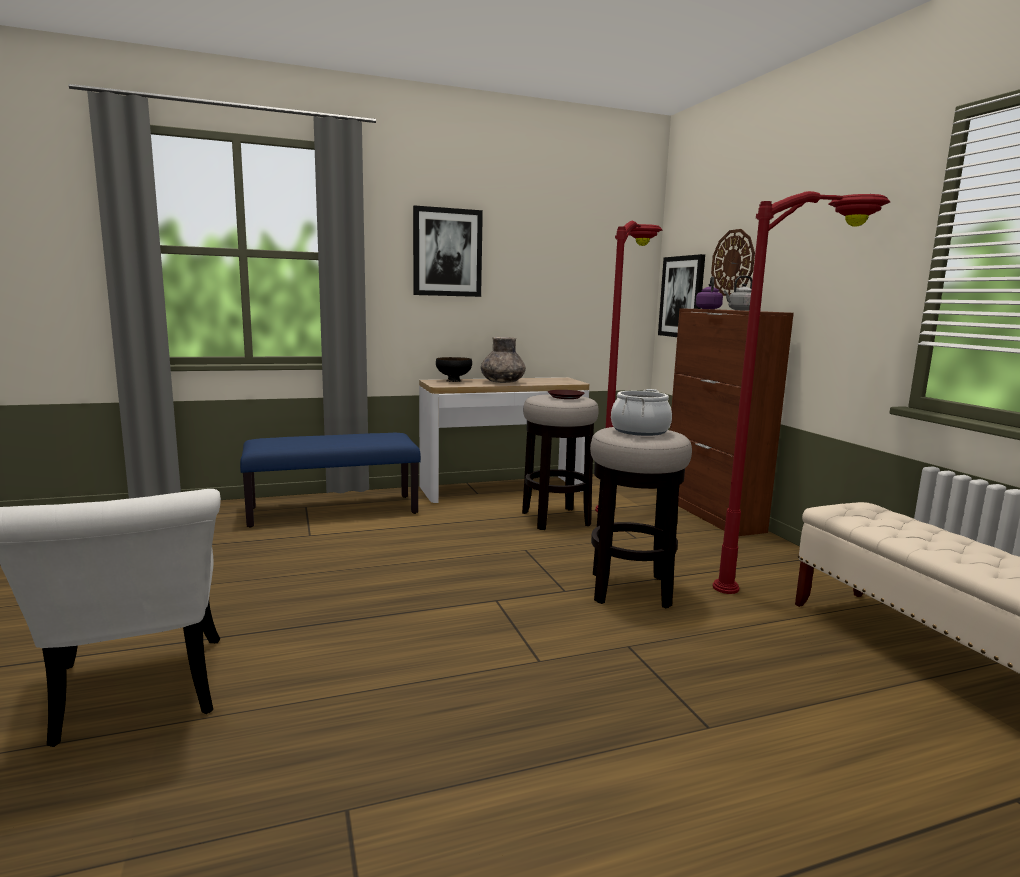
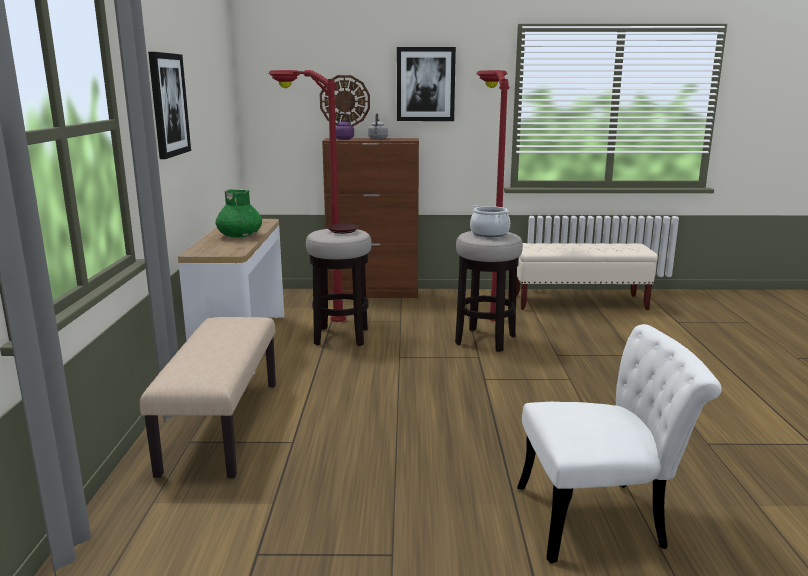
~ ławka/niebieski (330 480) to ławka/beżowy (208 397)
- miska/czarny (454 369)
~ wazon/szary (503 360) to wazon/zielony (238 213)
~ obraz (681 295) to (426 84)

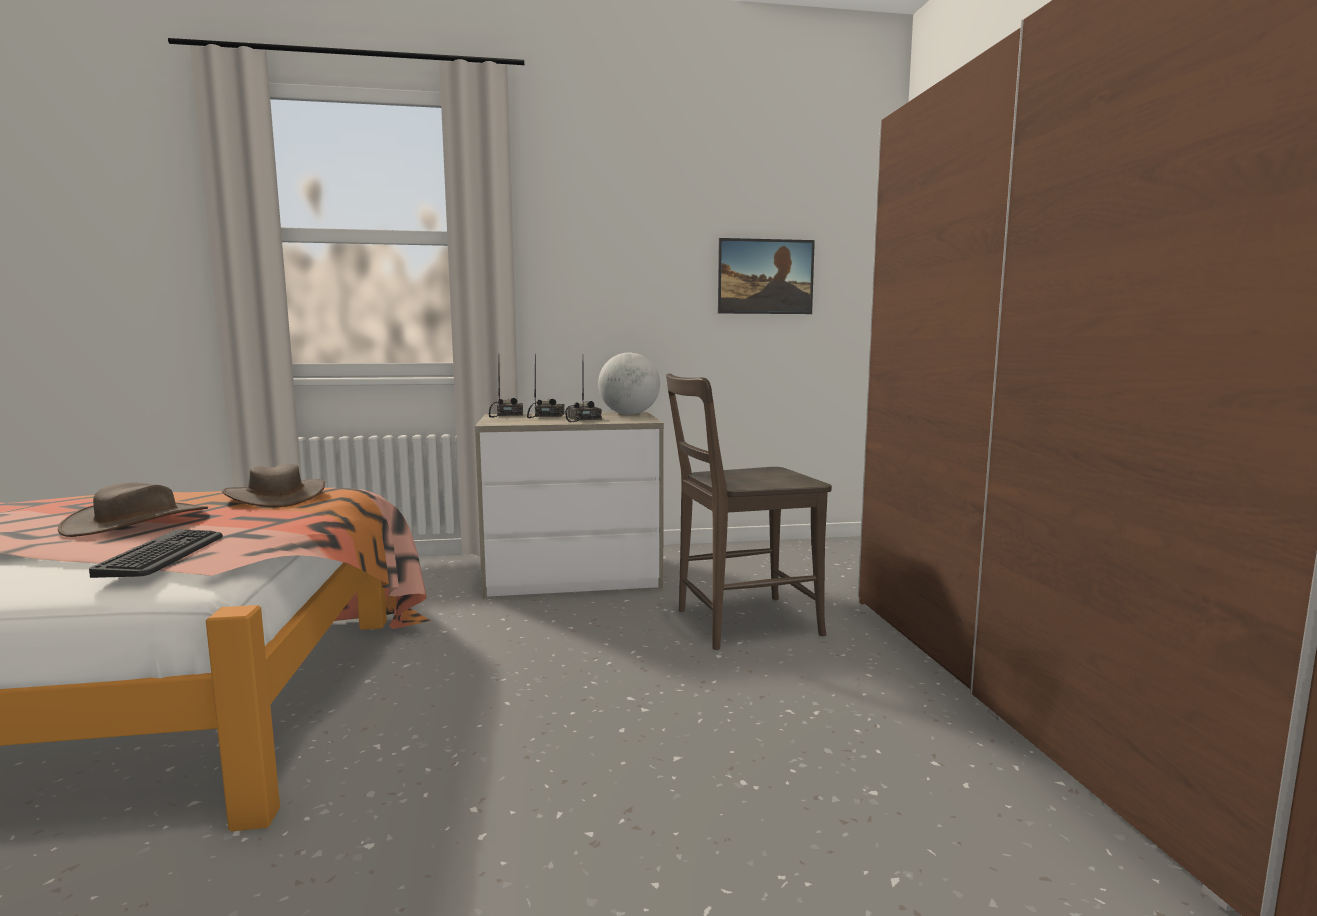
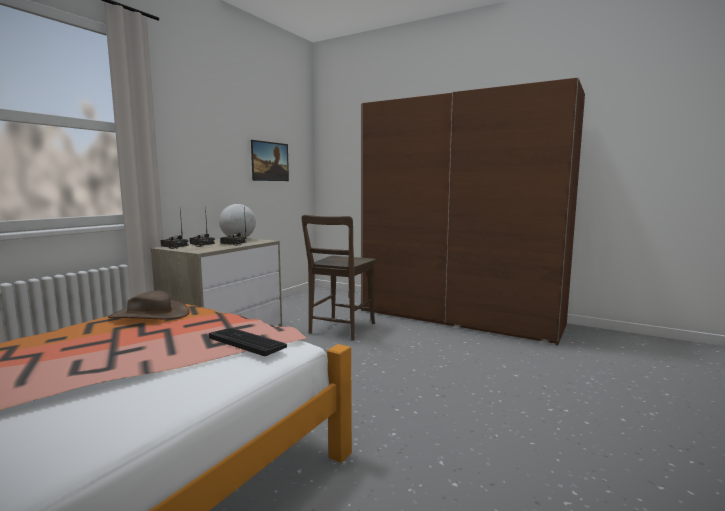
- kapelusz/brązowy (133 509)

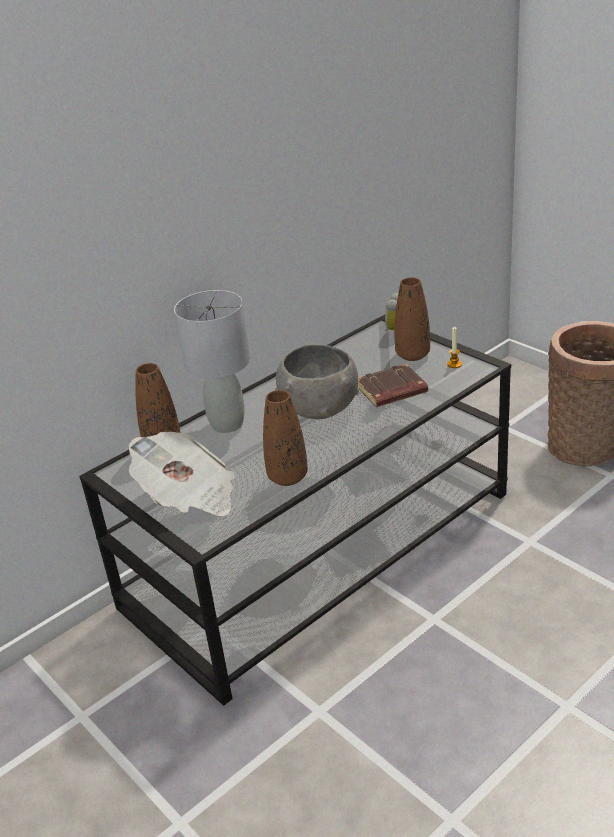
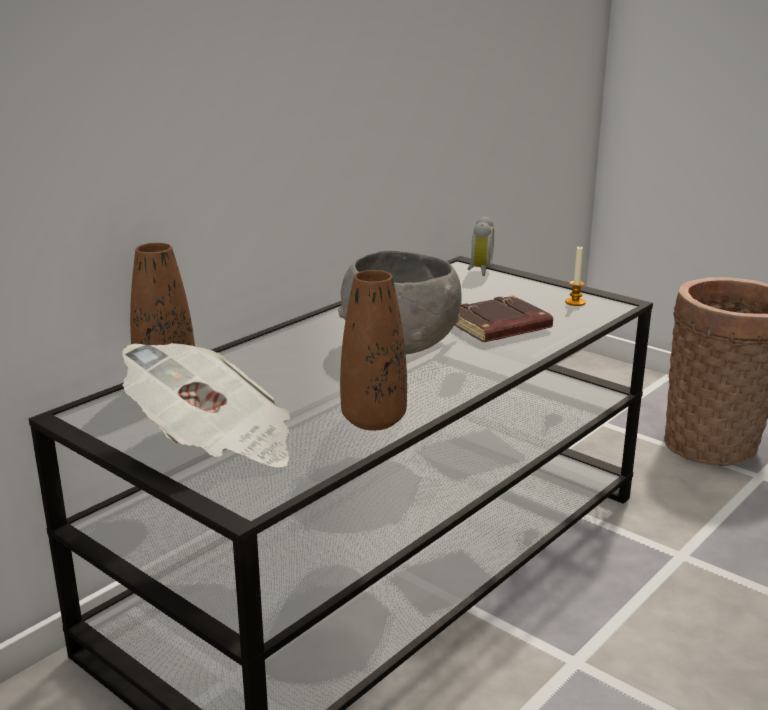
- lampa stołowa/szary (212 361)
- wazon/brązowy (412 319)

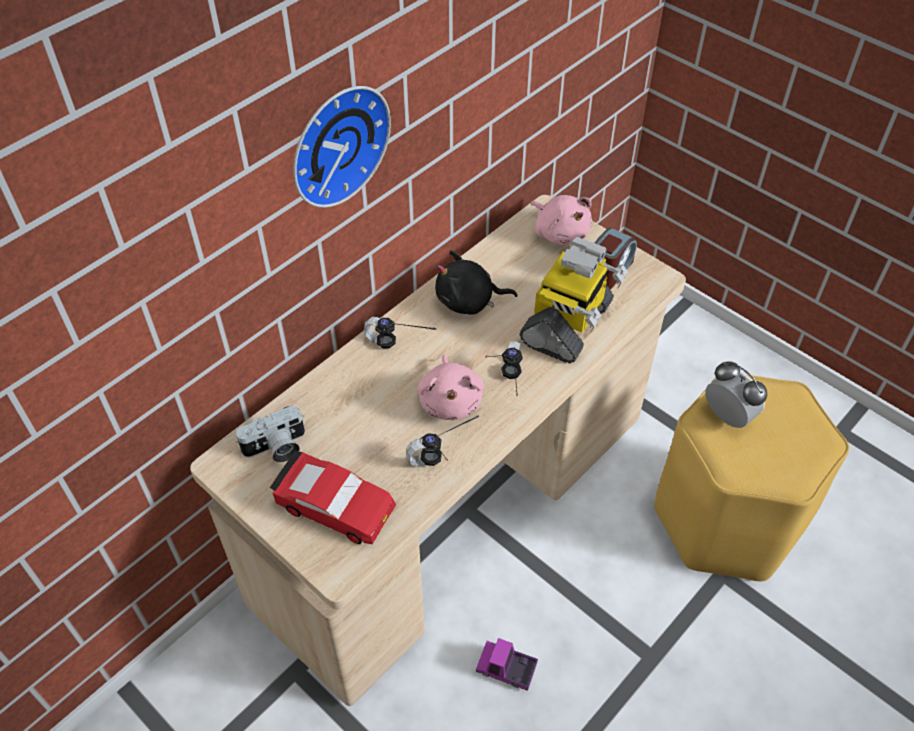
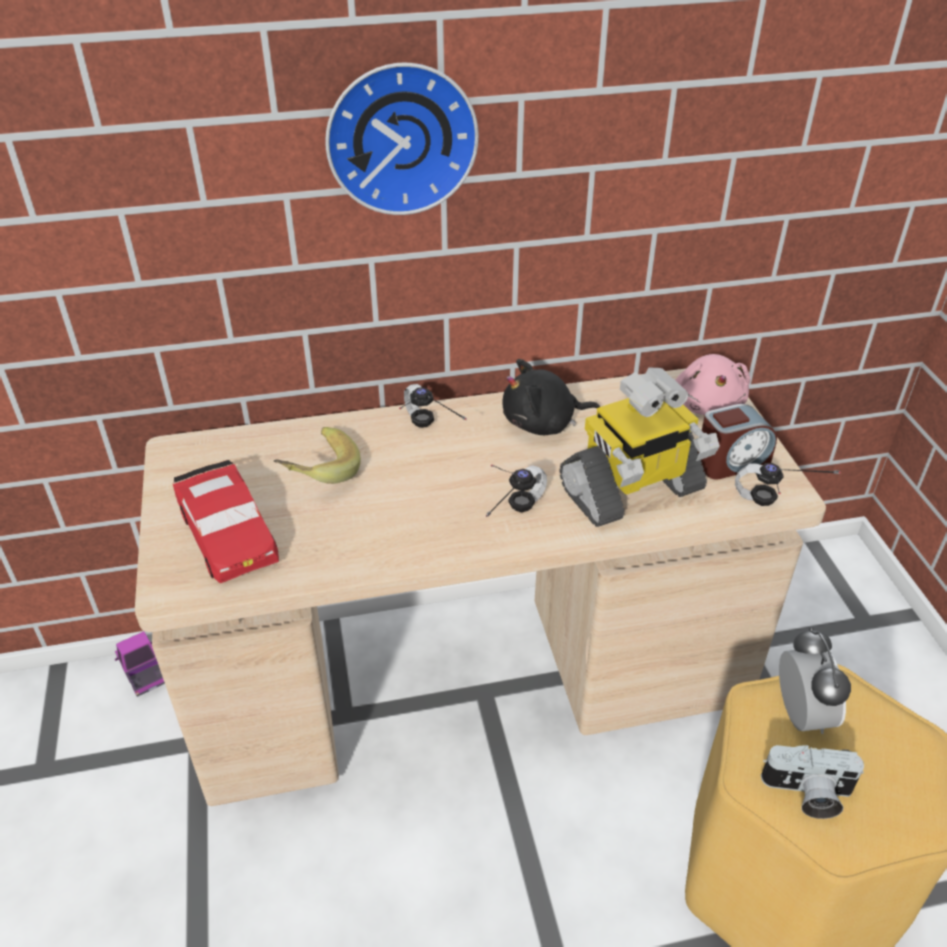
~ aparat fotograficzny (270 433) to (812 782)
~ słuchawki (442 440) to (788 484)
- pluszak/różowy (450 387)
~ pluszak/czarny (476 282) = (551 397) 45 degrees counterclockwise
~ ciężarówka zabawkowa (507 664) to (140 664)
+ banan (317 455)

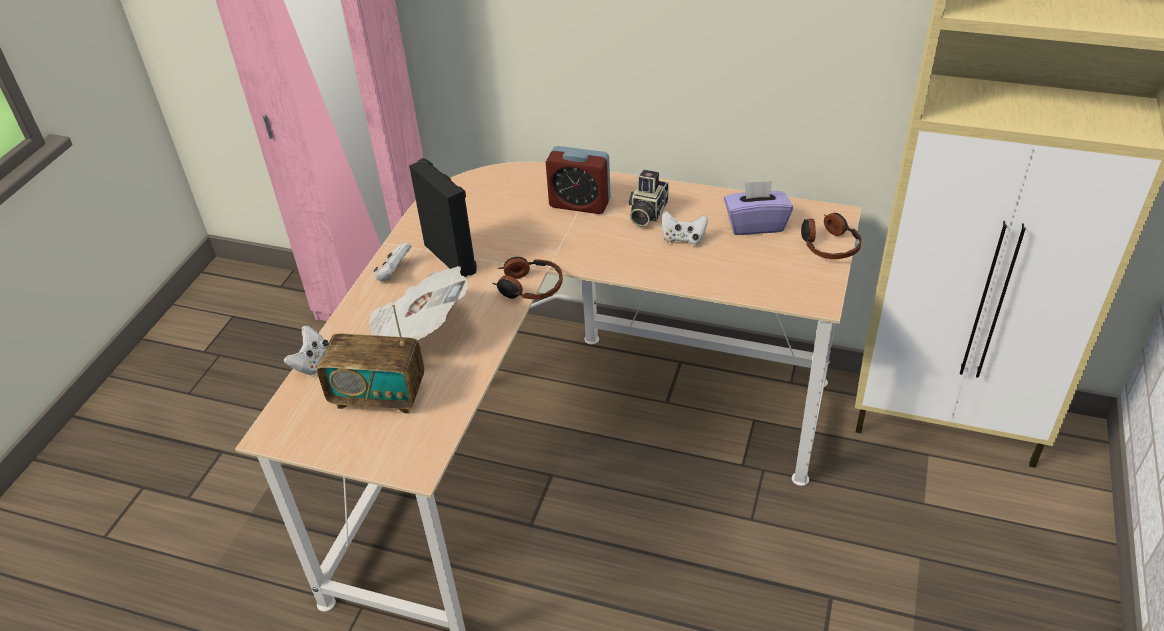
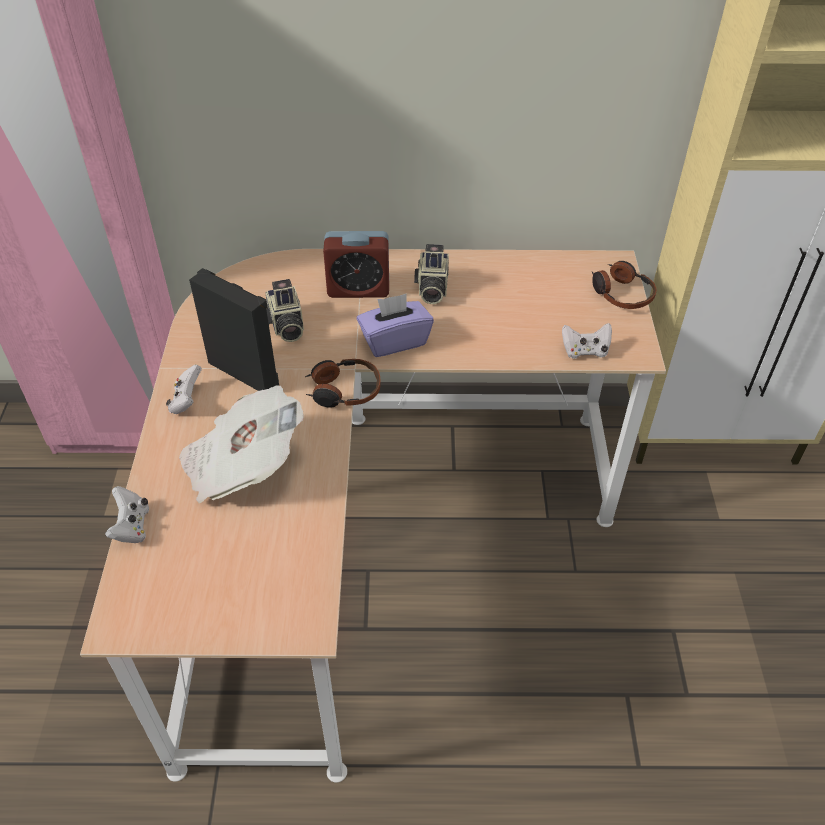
- radio (371 359)
~ pad do gier/biały (685 228) to (587 341)
~ pudełko chusteczek/fioletowy (758 208) to (395 325)
+ aparat fotograficzny (284 310)

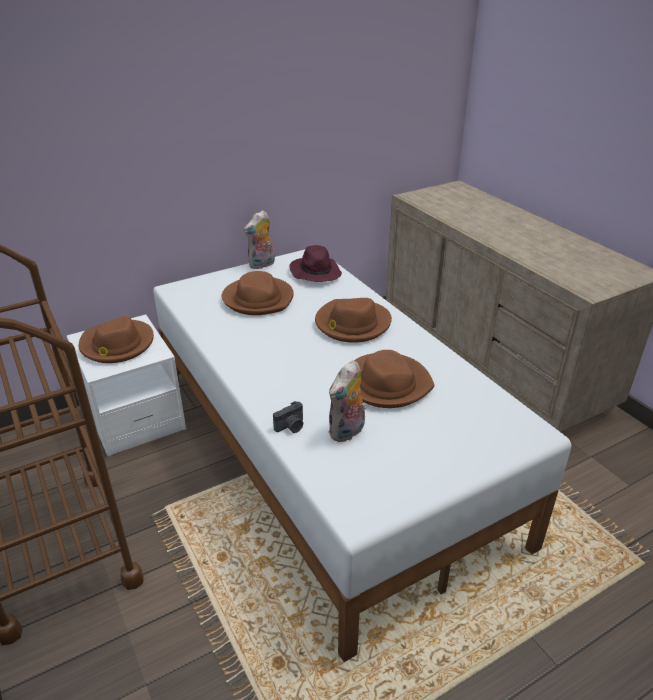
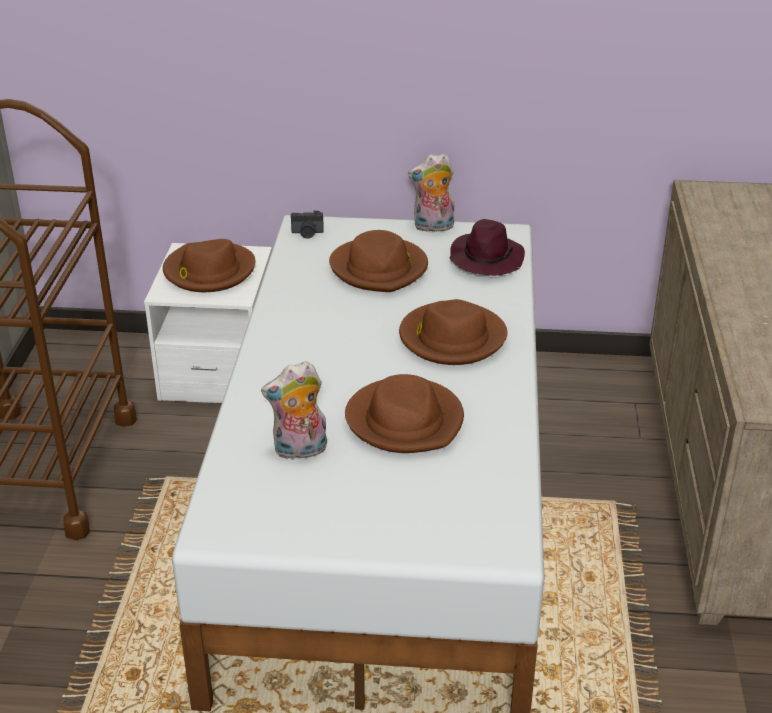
~ aparat fotograficzny (288 417) to (307 225)

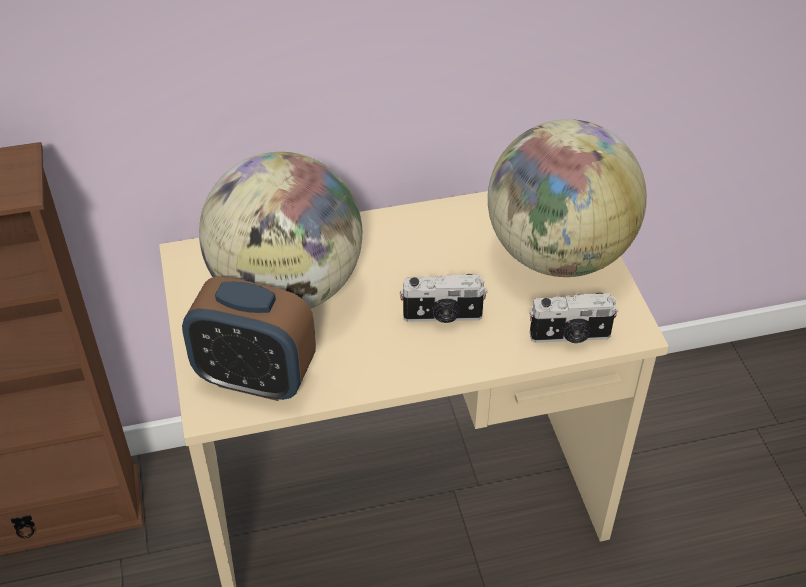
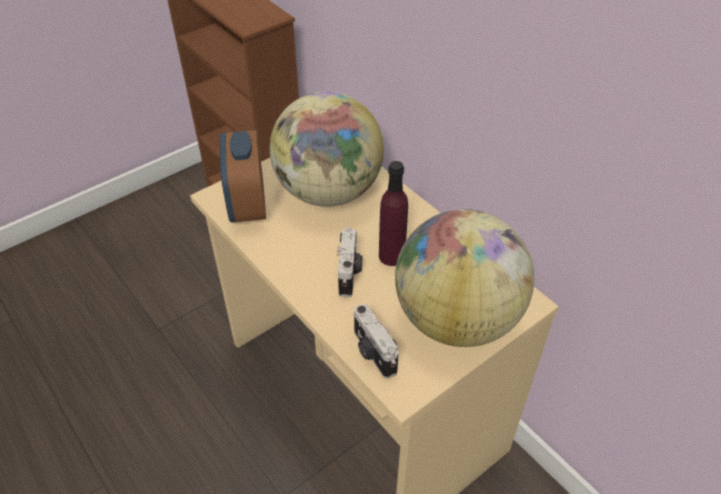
~ aparat fotograficzny (443 298) = (349 262) 150 degrees counterclockwise
+ butelka/fioletowy (393 213)

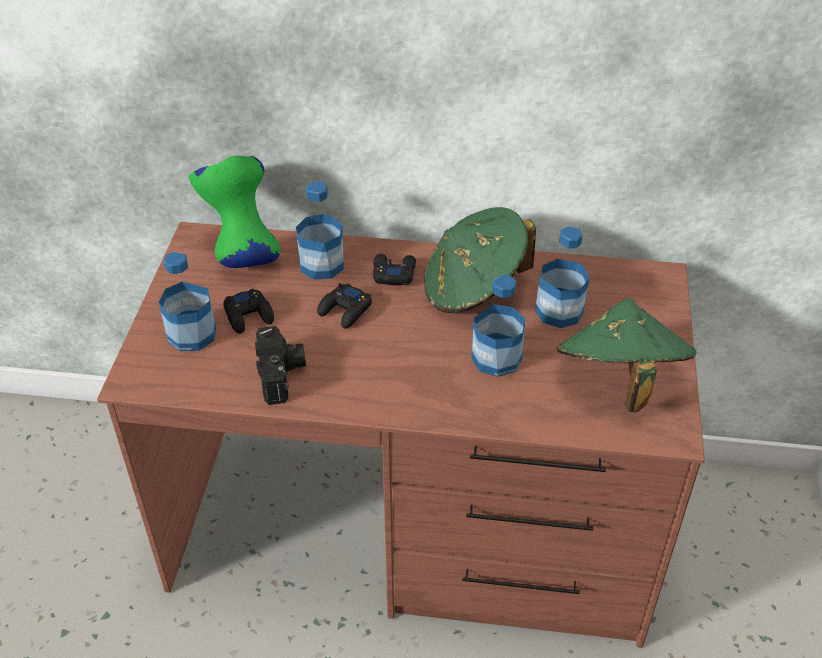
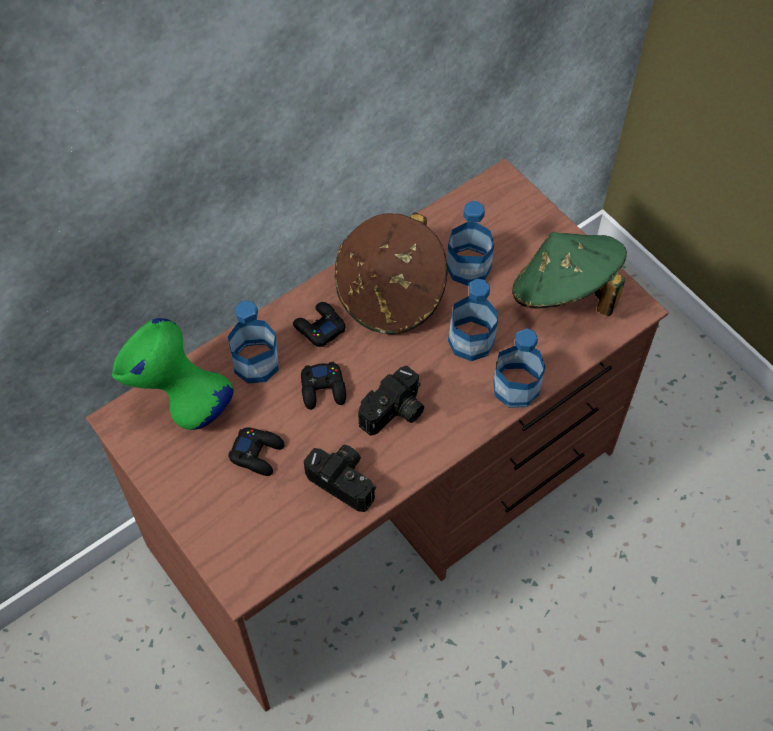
~ butelka (187 301) to (519 368)
~ kapelusz/zielony (480 260) to kapelusz/brązowy (391 273)
+ aparat fotograficzny (391 400)

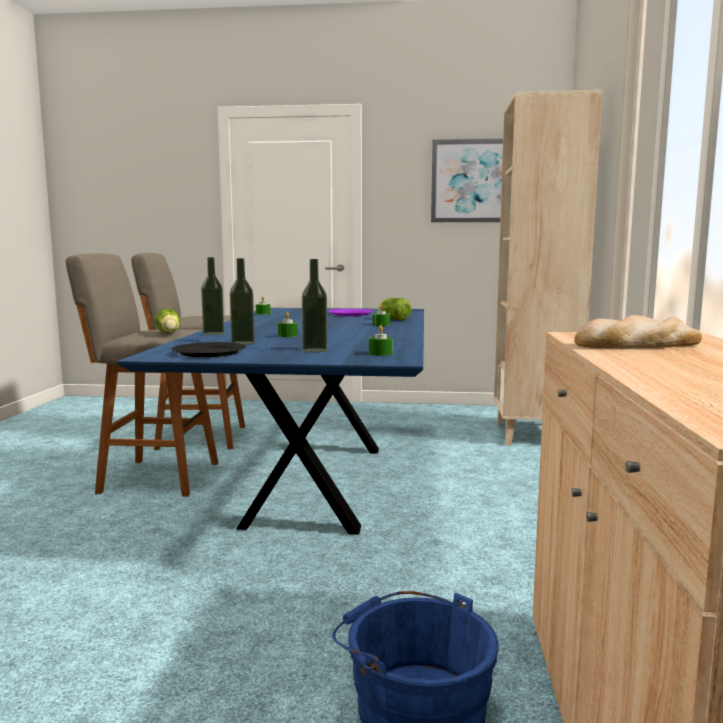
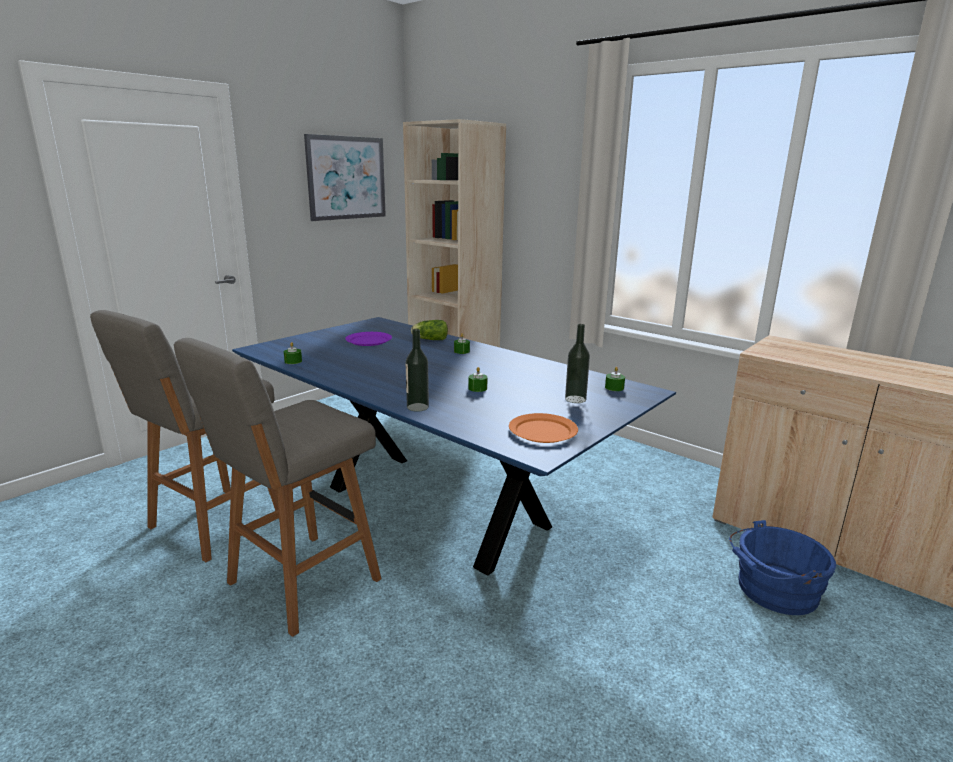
- sałata (168 321)
~ talerz/czarny (208 349) to talerz/pomarańczowy (543 428)
- butelka (242 301)
- chleb (638 332)

